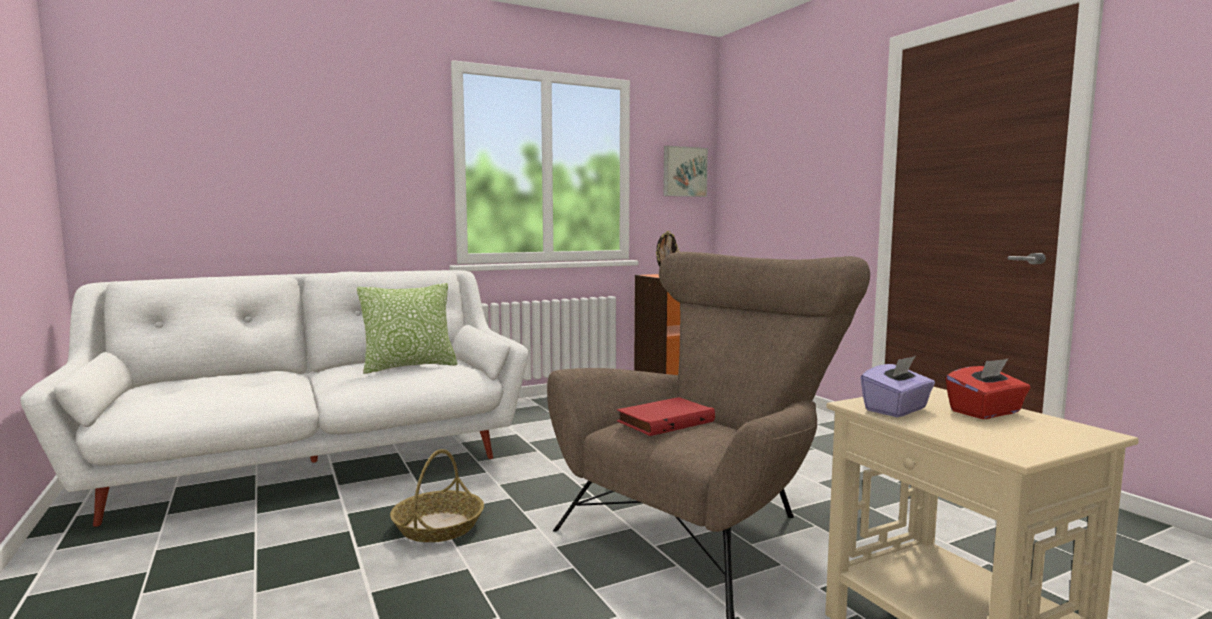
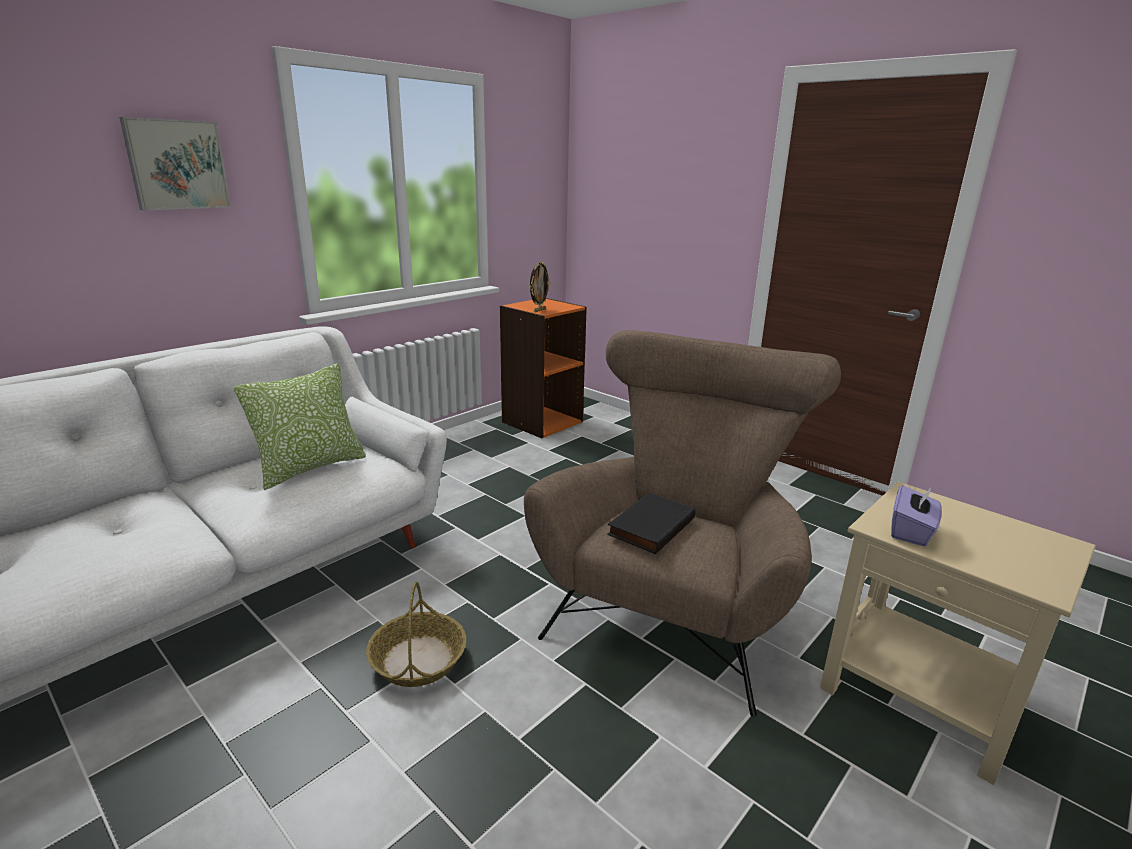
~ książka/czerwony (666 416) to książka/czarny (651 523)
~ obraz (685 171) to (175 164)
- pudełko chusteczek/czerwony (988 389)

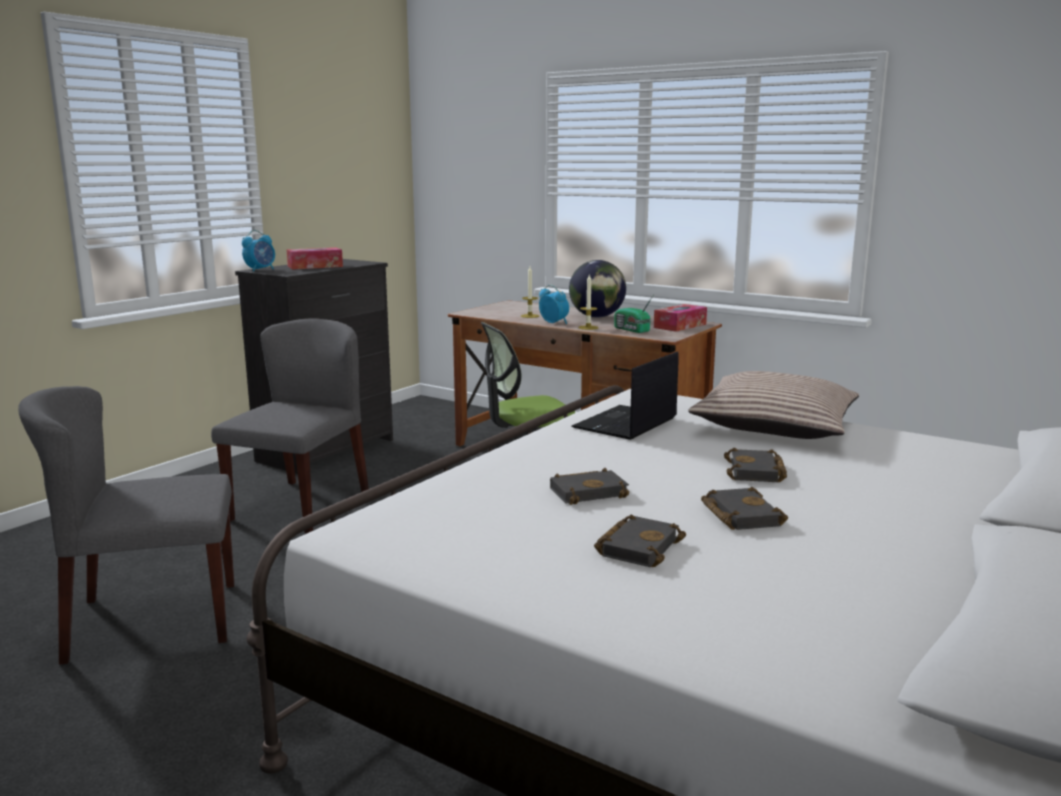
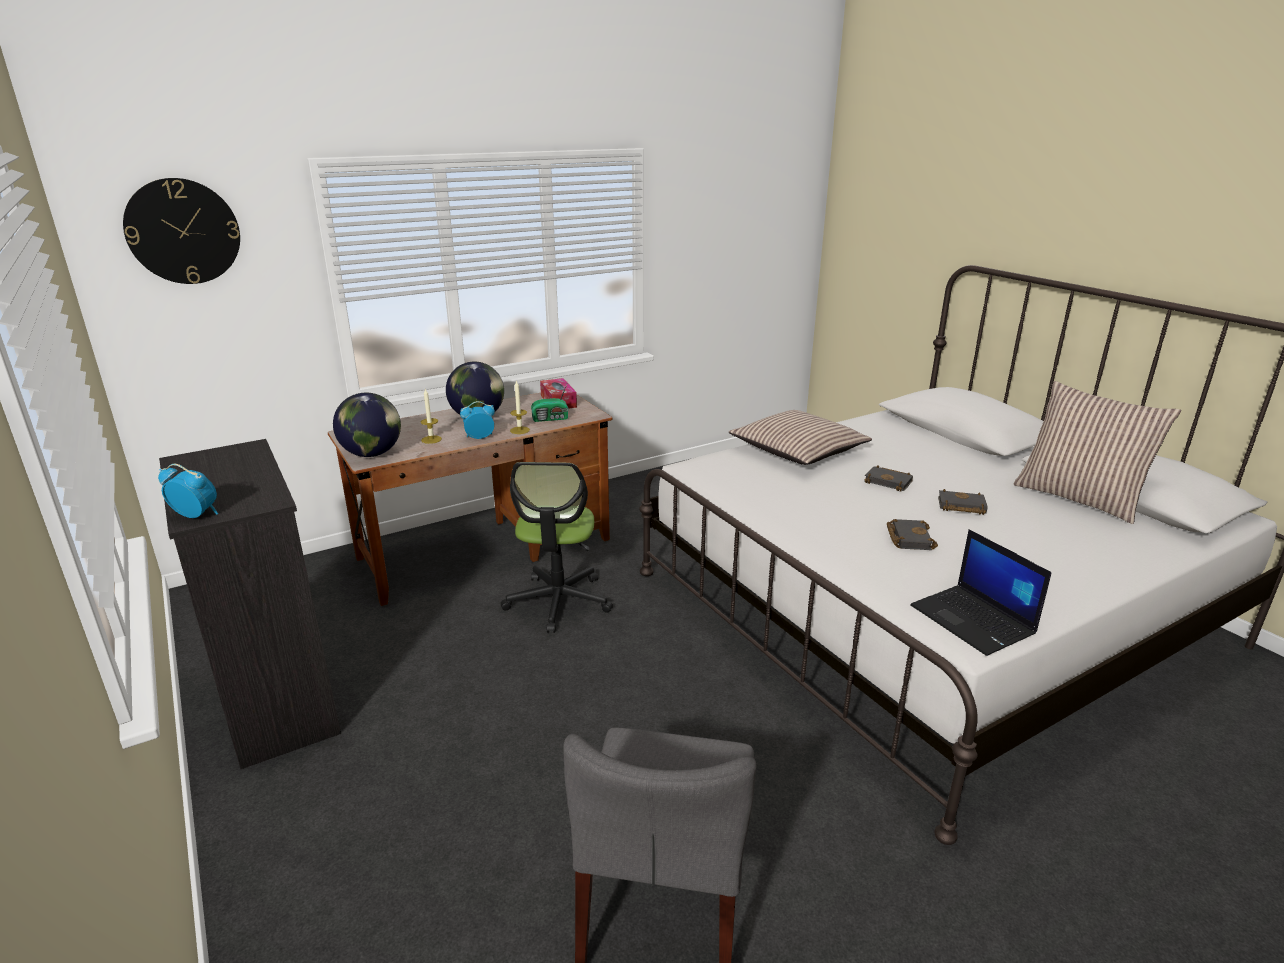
- krzesło/szary (290 425)
~ budzik (258 251) = (188 491) 45 degrees counterclockwise
- pudełko chusteczek (314 258)
~ laptop (625 395) to (981 592)
- książka/czarny (640 541)
+ zegar ścienny (181 231)
+ globus (367 425)
+ poduszka (1097 452)

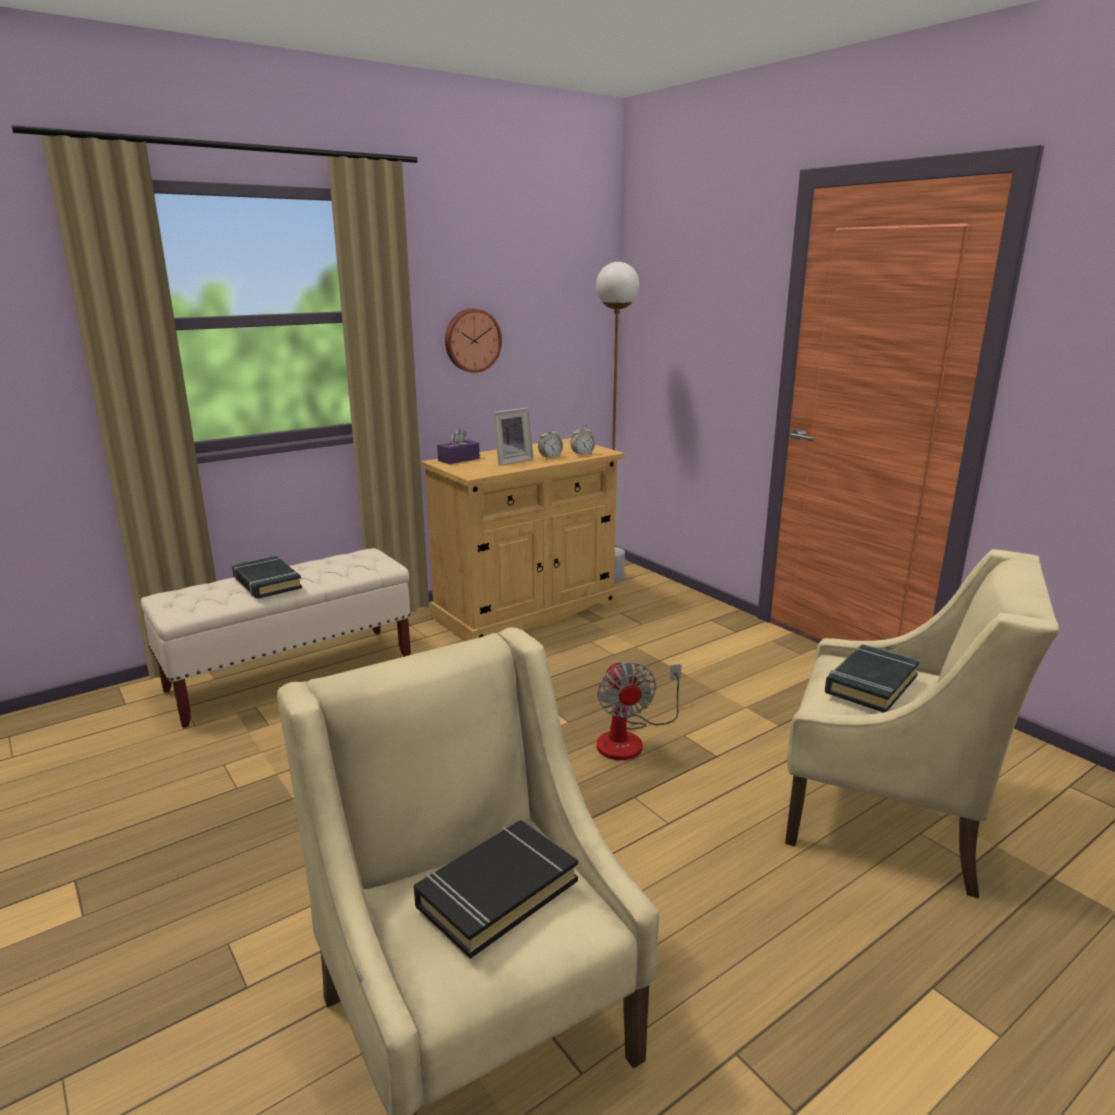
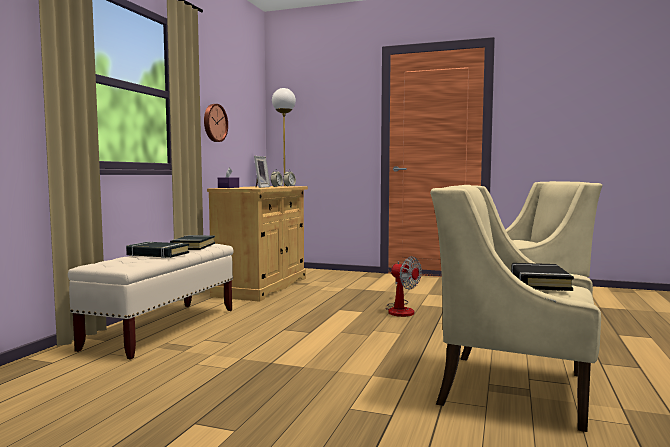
~ książka/czarny (872 678) to (192 242)

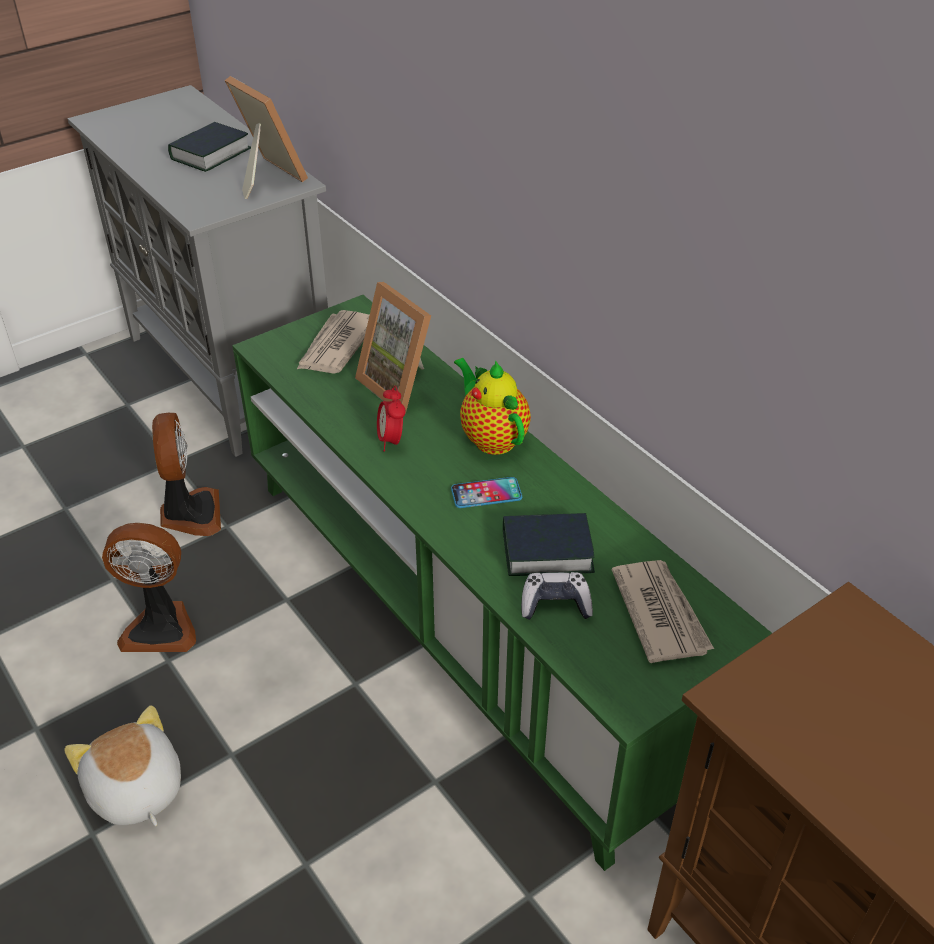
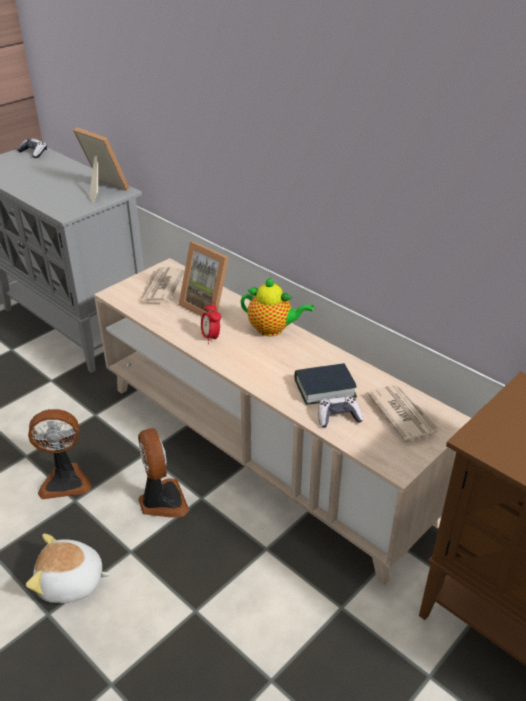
~ pluszak (122 765) = (68 568) 45 degrees counterclockwise
~ wentylator (186 474) to (164 473)
- książka (209 147)
~ szafka pod telewizor/zielony (502 583) to szafka pod telewizor/beżowy (282 421)
- telefon (486 492)
~ imbryk (492 406) = (277 307) 150 degrees clockwise
+ pad do gier (32 148)

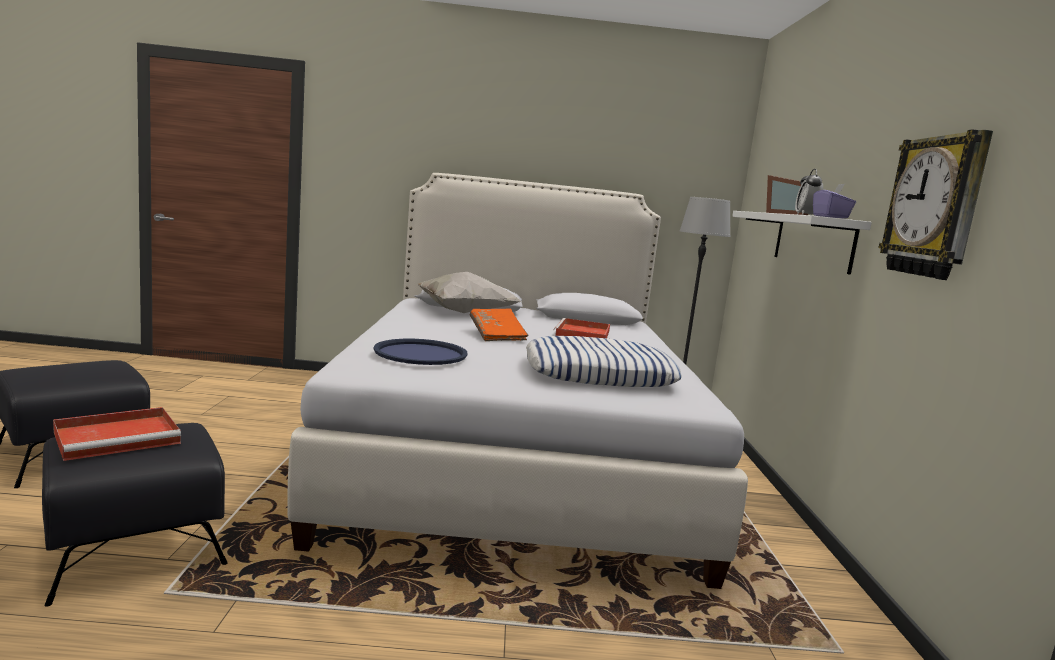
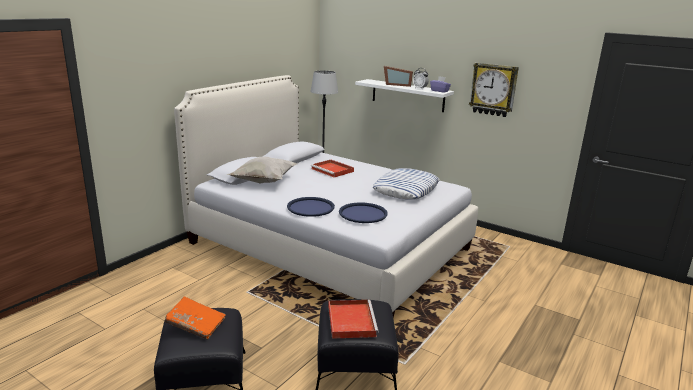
~ książka/pomarańczowy (499 324) to (195 318)
+ taca/niebieski (311 207)

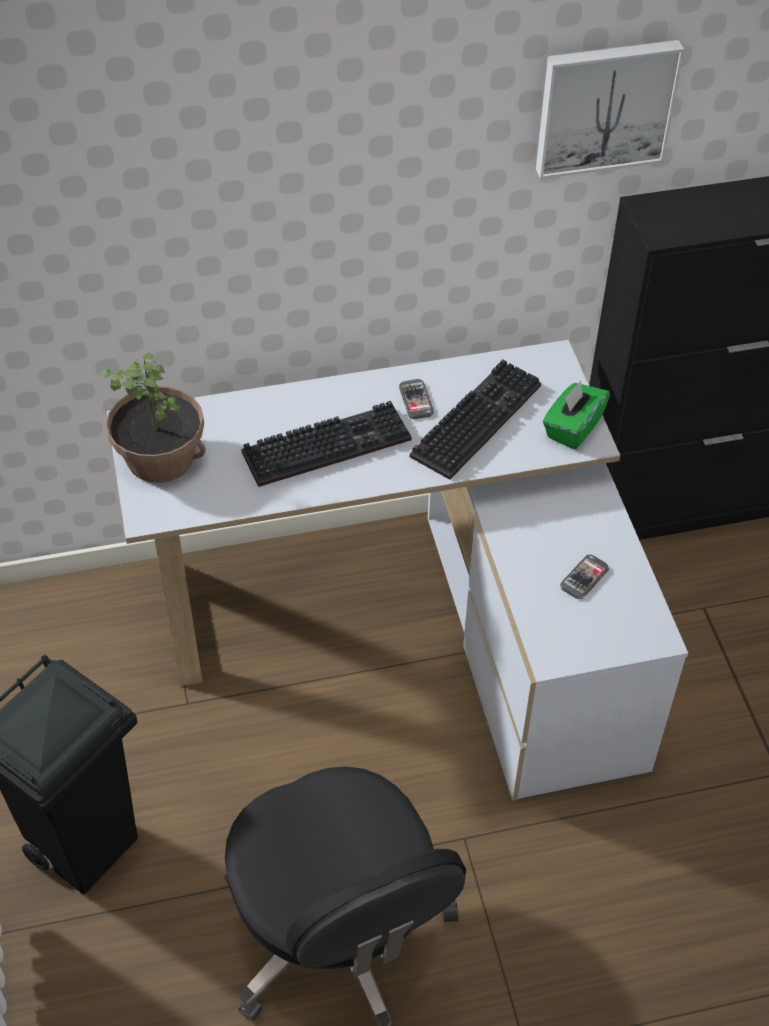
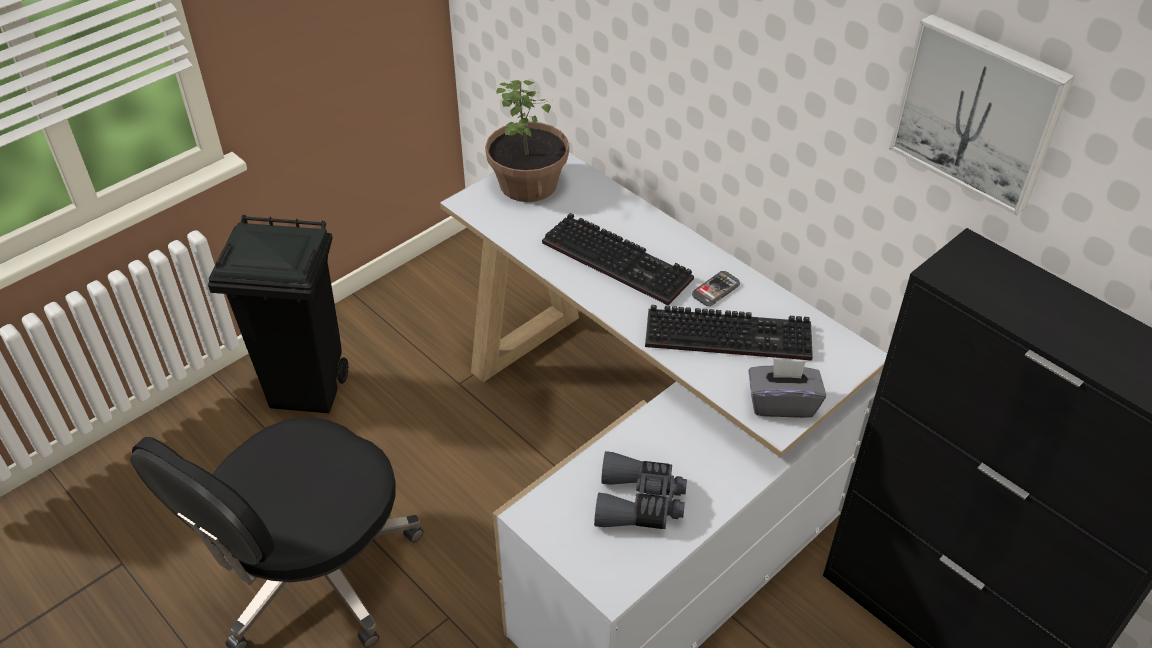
~ pudełko chusteczek/zielony (576 415) to pudełko chusteczek/szary (787 388)
~ telefon (584 577) to lornetka/szary (640 490)

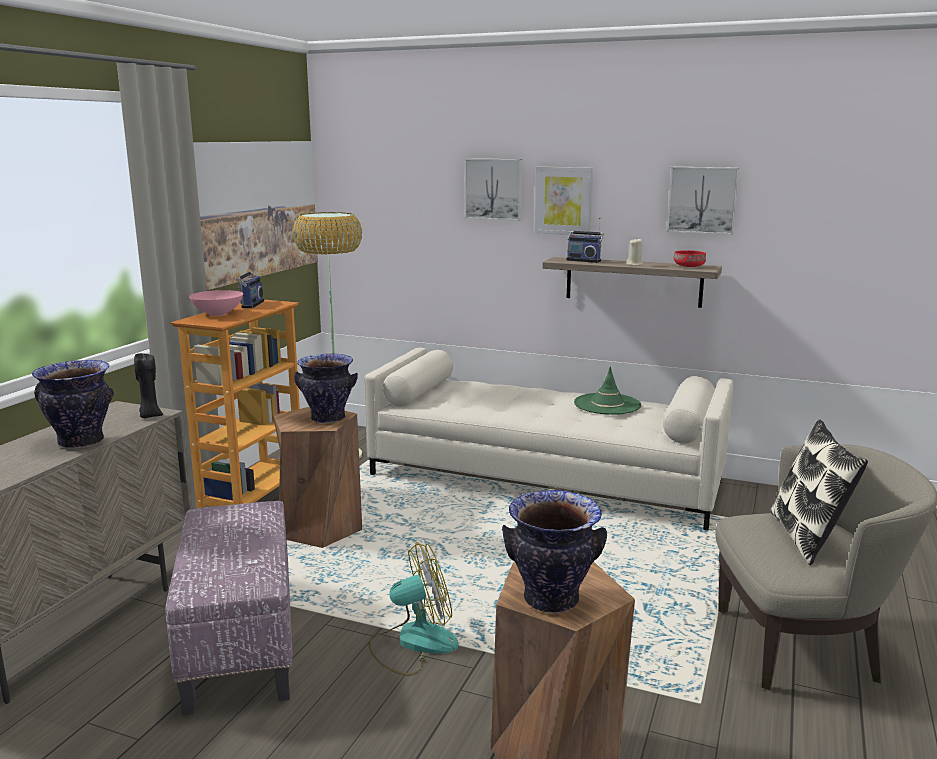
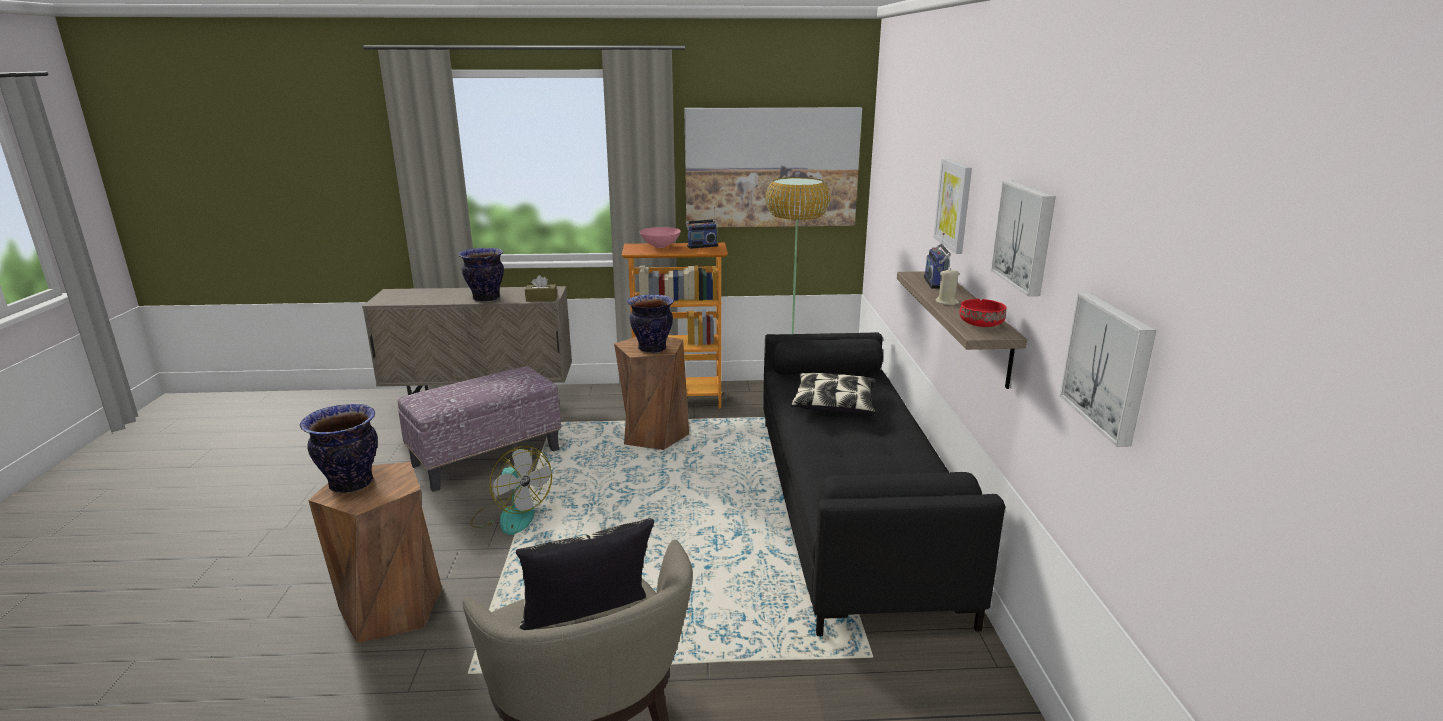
~ świeca/czarny (148 385) to pudełko chusteczek/brązowy (541 288)
~ kanapa/beżowy (548 439) to kanapa/czarny (884 484)
~ obraz (493 190) to (1108 370)
- kapelusz/zielony (607 390)
+ poduszka (833 393)

